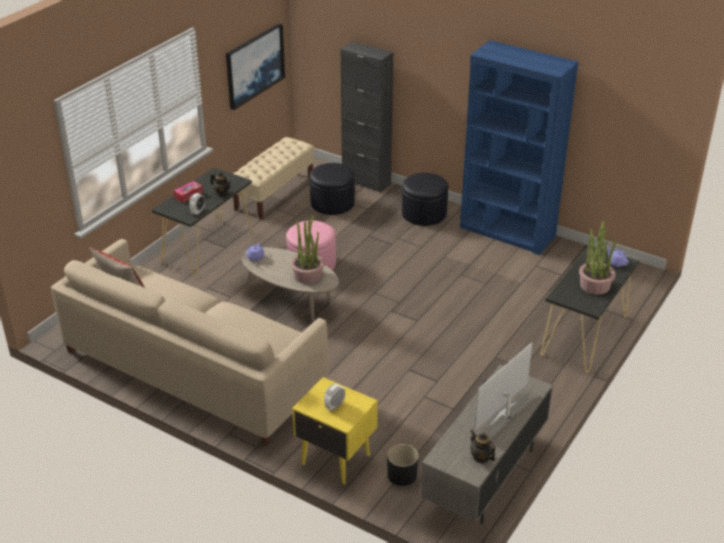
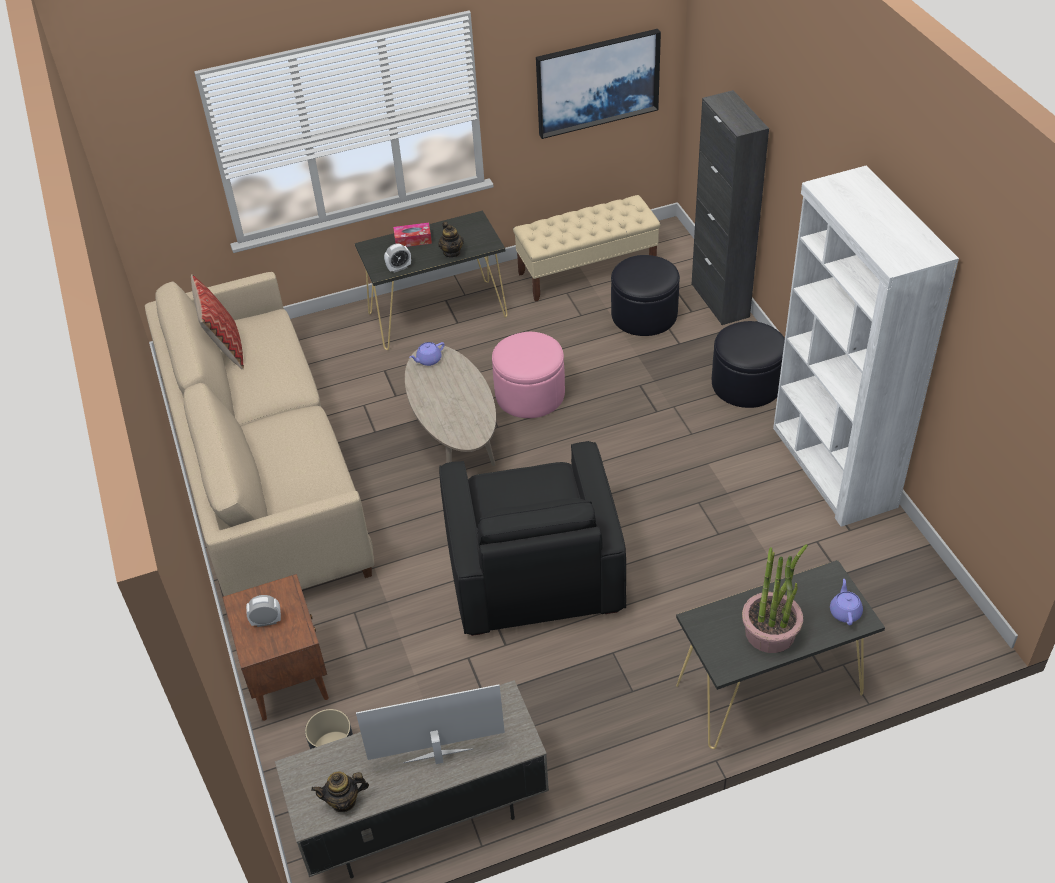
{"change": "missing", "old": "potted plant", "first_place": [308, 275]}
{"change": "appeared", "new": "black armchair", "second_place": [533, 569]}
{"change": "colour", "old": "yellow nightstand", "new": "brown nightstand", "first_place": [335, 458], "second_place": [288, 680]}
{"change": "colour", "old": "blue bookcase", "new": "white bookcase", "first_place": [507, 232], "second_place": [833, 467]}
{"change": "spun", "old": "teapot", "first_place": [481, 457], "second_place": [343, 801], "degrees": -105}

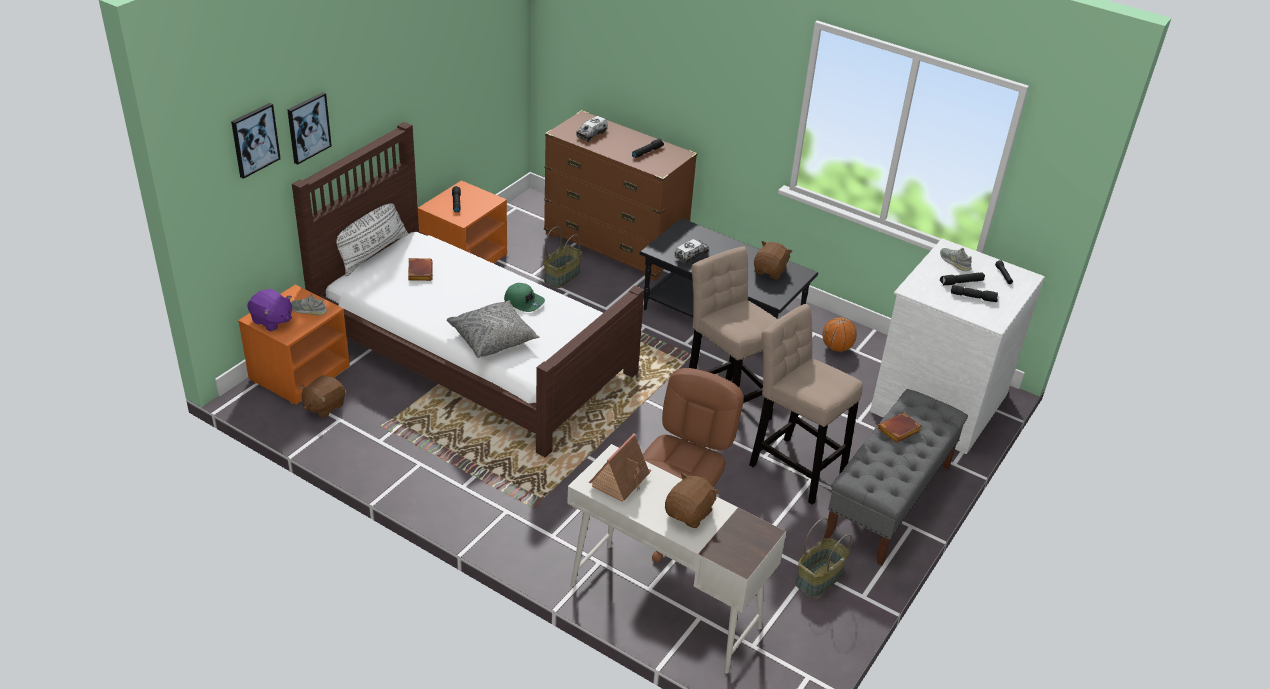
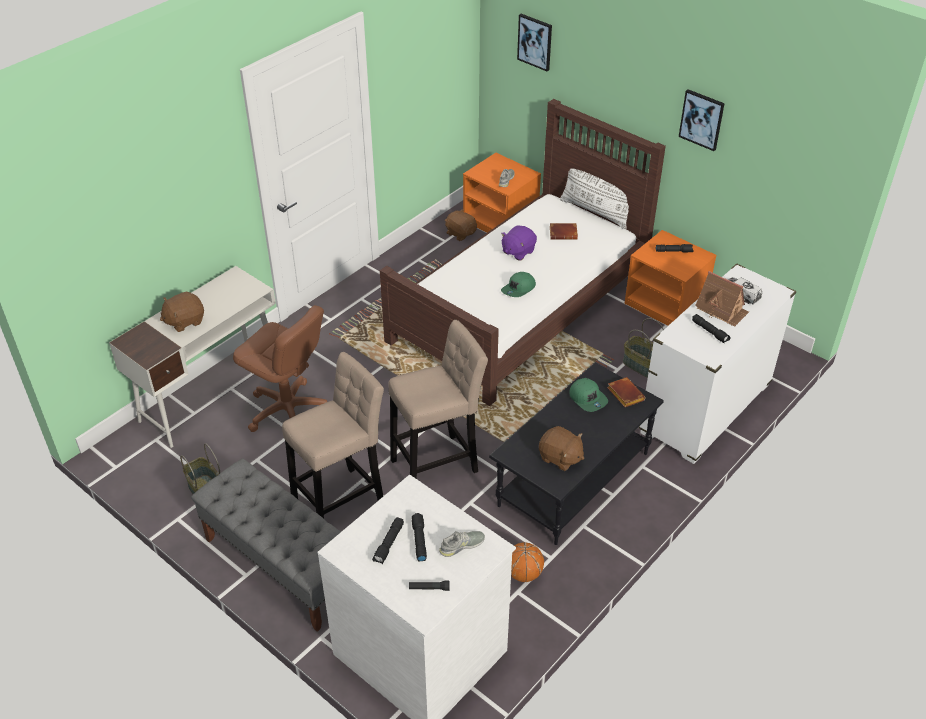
{"change": "missing", "old": "grey pillow", "first_place": [493, 338]}
{"change": "relocated", "old": "purple plush toy", "first_place": [272, 321], "second_place": [518, 251]}
{"change": "relocated", "old": "picture", "first_place": [308, 127], "second_place": [702, 119]}
{"change": "relocated", "old": "toy house", "first_place": [621, 479], "second_place": [721, 309]}
{"change": "relocated", "old": "brown book", "first_place": [899, 431], "second_place": [624, 394]}
{"change": "exchanged", "old": "toy truck", "new": "green cap", "first_place": [691, 255], "second_place": [588, 398]}
{"change": "colour", "old": "brown dresser", "new": "white dresser", "first_place": [615, 245], "second_place": [705, 409]}
{"change": "spun", "old": "brown plush toy", "first_place": [689, 513], "second_place": [184, 321], "degrees": 105}

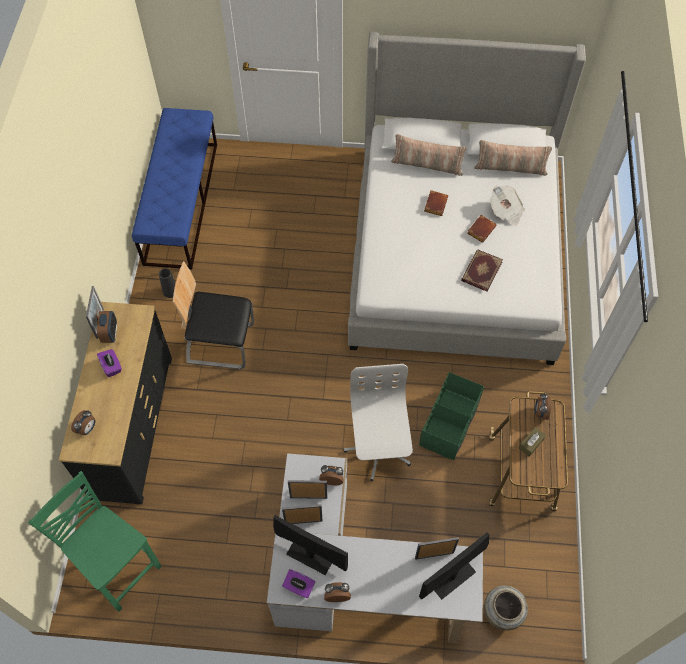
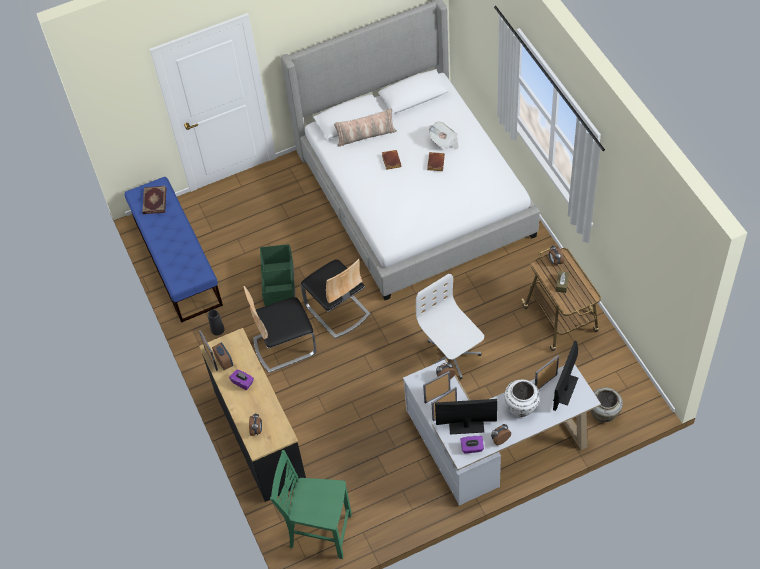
{"change": "missing", "old": "pillow", "first_place": [510, 167]}
{"change": "appeared", "new": "chair", "second_place": [337, 310]}
{"change": "appeared", "new": "white vase", "second_place": [521, 407]}
{"change": "relocated", "old": "green storage box", "first_place": [449, 423], "second_place": [279, 285]}
{"change": "relocated", "old": "book", "first_place": [481, 271], "second_place": [154, 201]}

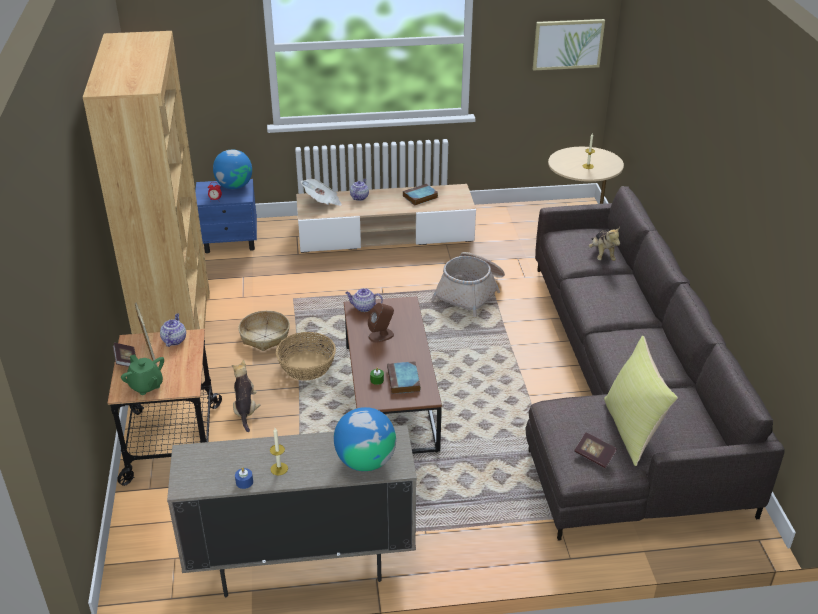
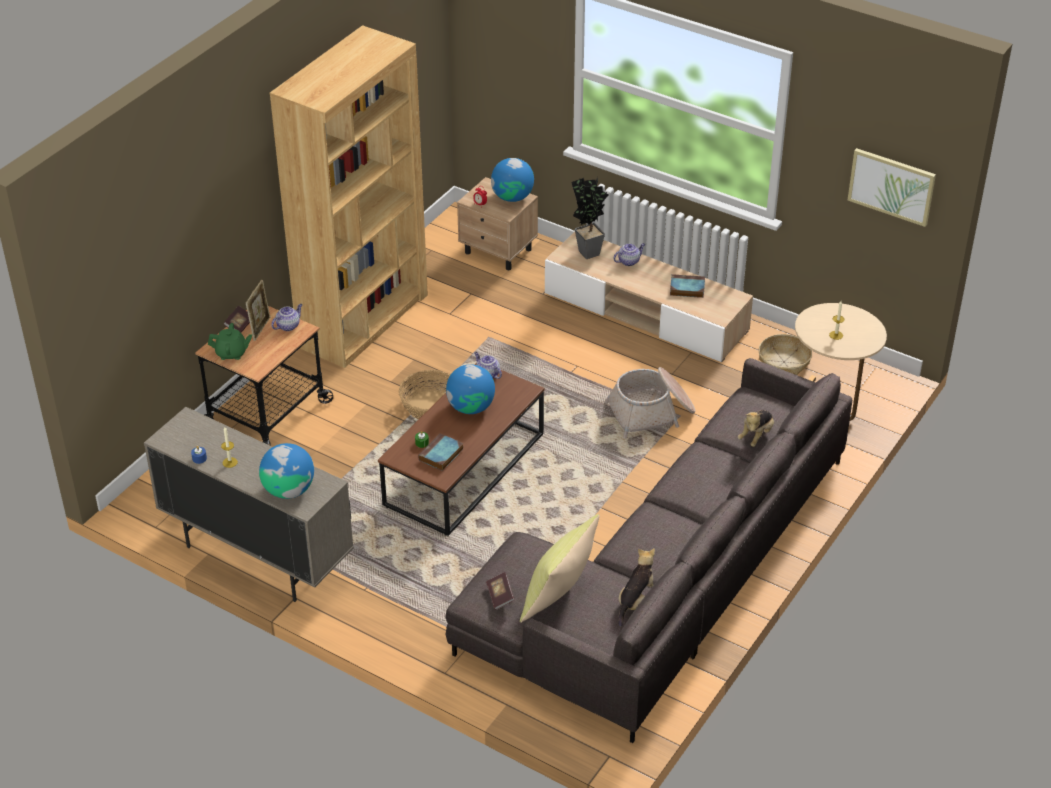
{"change": "relocated", "old": "plush toy", "first_place": [245, 410], "second_place": [636, 601]}
{"change": "relocated", "old": "basket", "first_place": [265, 336], "second_place": [783, 362]}
{"change": "exchanged", "old": "newspaper", "new": "potted plant", "first_place": [322, 202], "second_place": [589, 250]}
{"change": "exchanged", "old": "brown speaker", "new": "globe", "first_place": [381, 335], "second_place": [471, 407]}
{"change": "colour", "old": "blue nightstand", "new": "beige nightstand", "first_place": [231, 241], "second_place": [498, 251]}
{"change": "spun", "old": "green teapot", "first_place": [146, 386], "second_place": [231, 353], "degrees": -90}

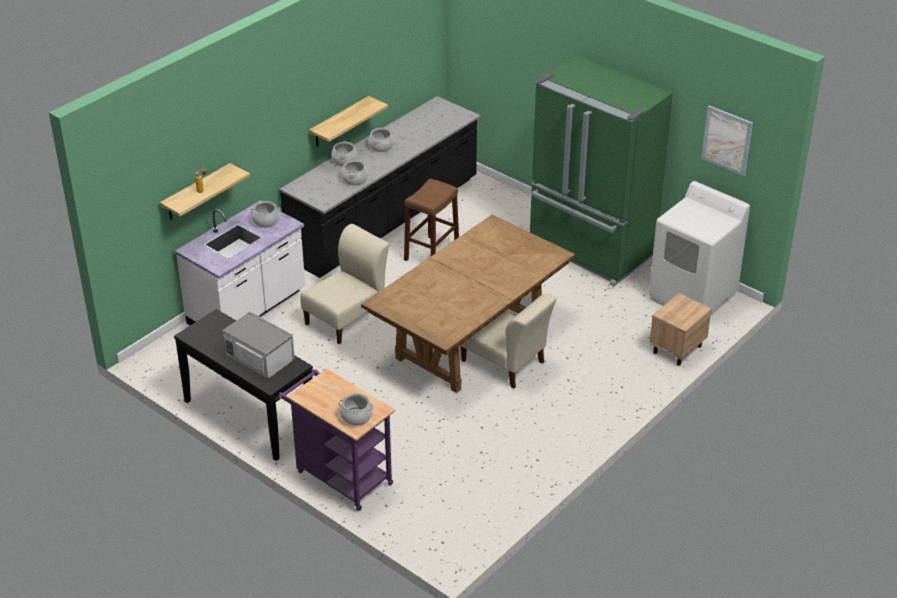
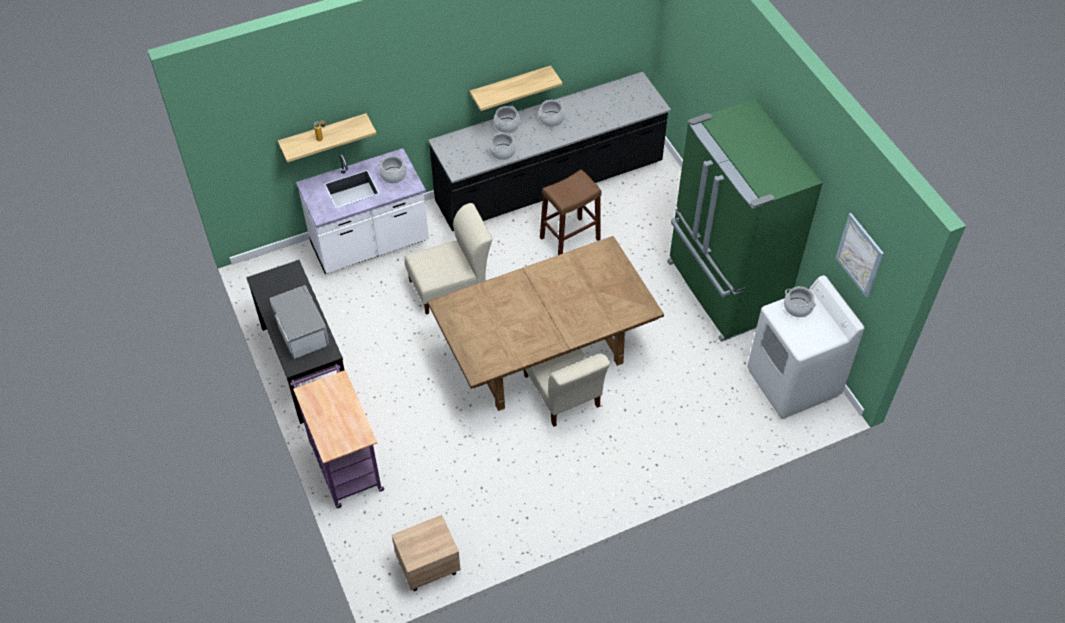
{"change": "relocated", "old": "cooking pot", "first_place": [356, 417], "second_place": [797, 307]}
{"change": "relocated", "old": "beige nightstand", "first_place": [676, 349], "second_place": [427, 567]}

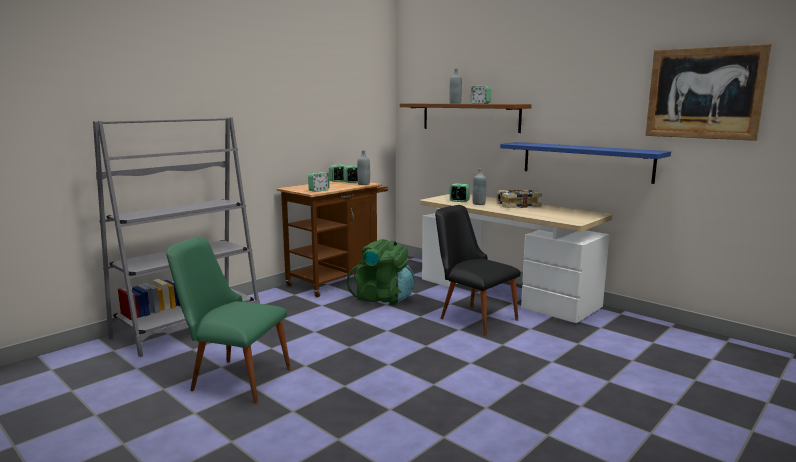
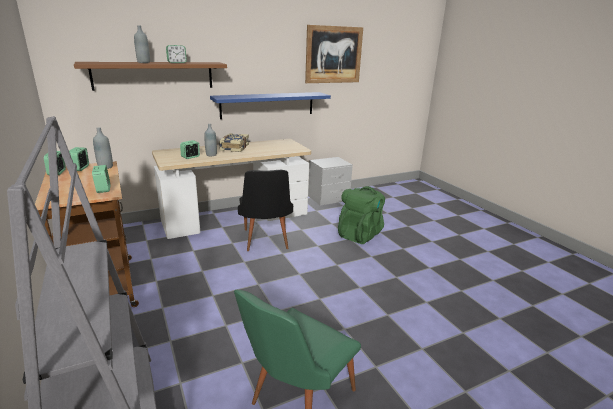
{"change": "appeared", "new": "grey nightstand", "second_place": [328, 198]}
{"change": "relocated", "old": "green backpack", "first_place": [383, 298], "second_place": [360, 234]}
{"change": "spun", "old": "black chair", "first_place": [473, 317], "second_place": [265, 242], "degrees": -75}

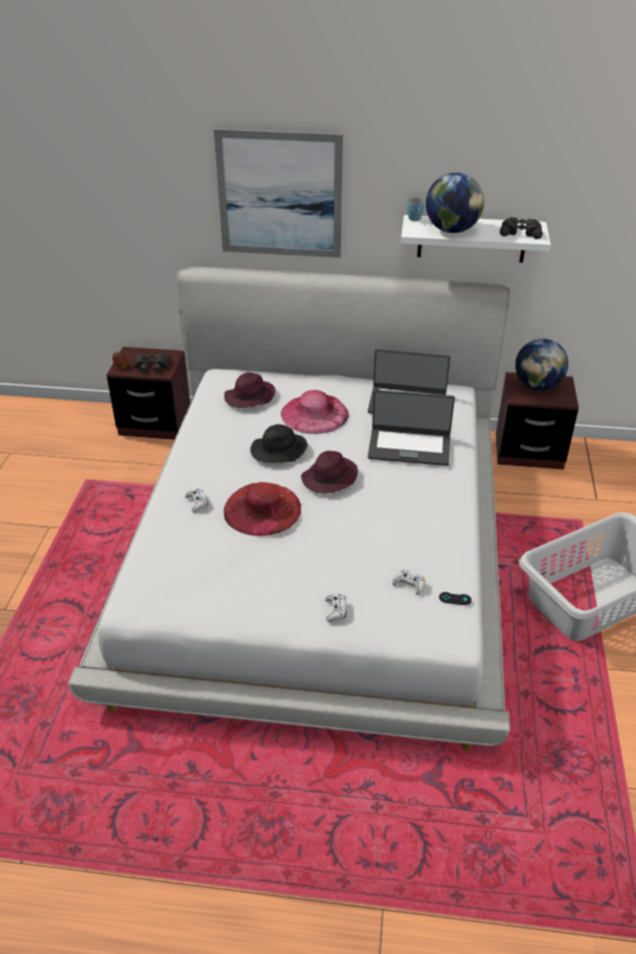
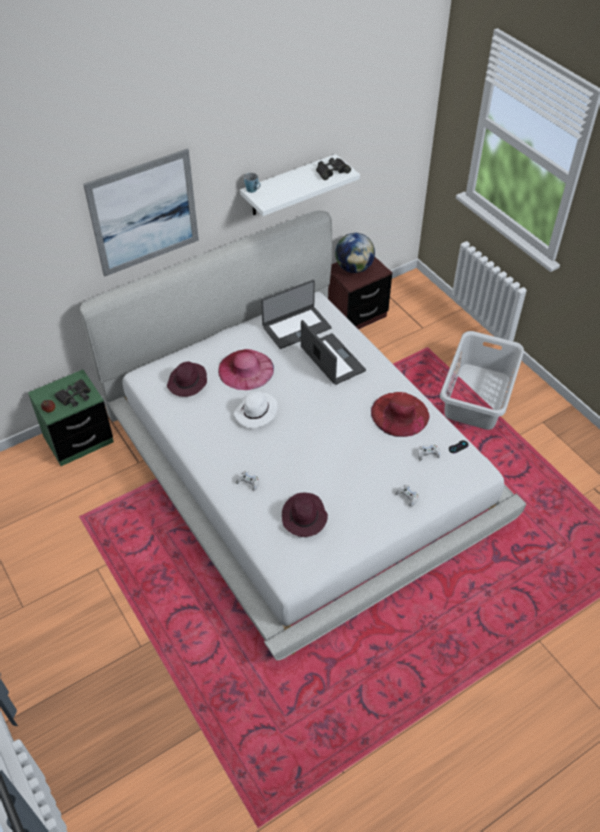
{"change": "missing", "old": "globe", "first_place": [451, 230]}
{"change": "relocated", "old": "red hat", "first_place": [262, 509], "second_place": [400, 414]}
{"change": "relocated", "old": "purple hat", "first_place": [329, 479], "second_place": [304, 517]}
{"change": "colour", "old": "brown nightstand", "new": "green nightstand", "first_place": [155, 424], "second_place": [78, 440]}
{"change": "colour", "old": "black hat", "new": "white hat", "first_place": [278, 451], "second_place": [256, 413]}
{"change": "spun", "old": "laptop", "first_place": [409, 446], "second_place": [332, 360], "degrees": -90}

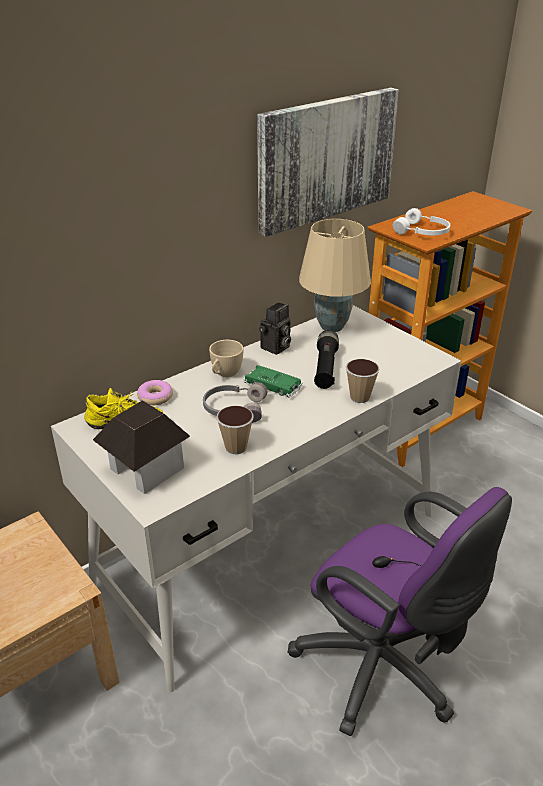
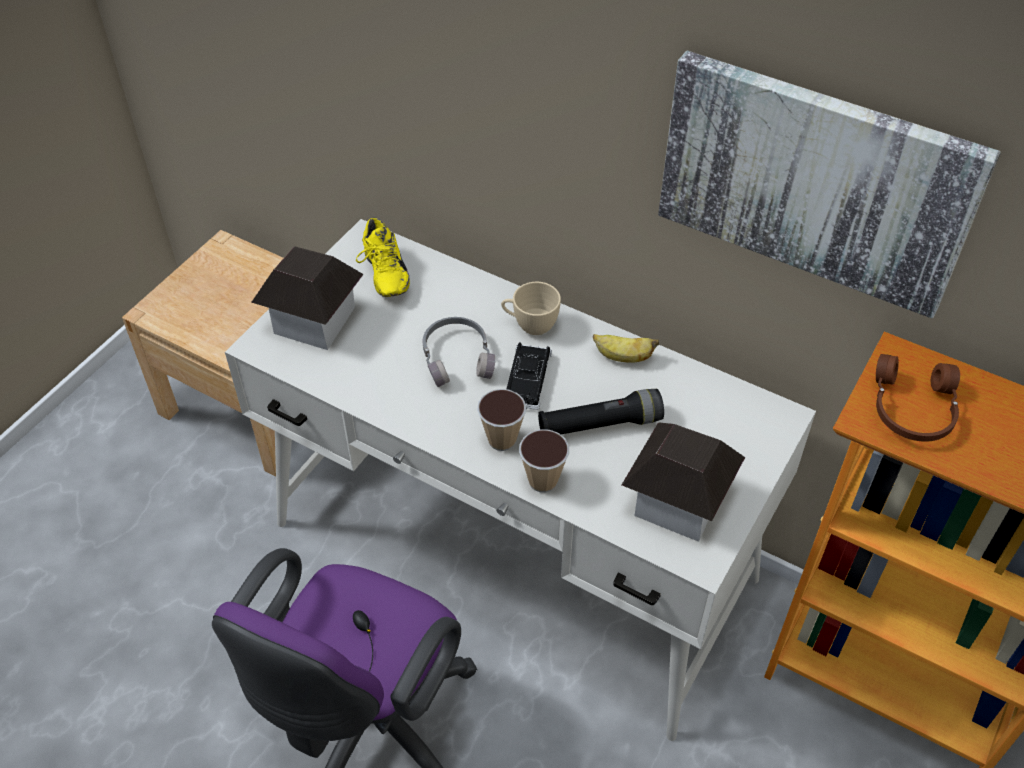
{"change": "missing", "old": "donut", "first_place": [155, 397]}
{"change": "missing", "old": "beige table lamp", "first_place": [331, 327]}
{"change": "appeared", "new": "toy house", "second_place": [678, 501]}
{"change": "relocated", "old": "cup", "first_place": [236, 447], "second_place": [502, 440]}
{"change": "exchanged", "old": "photo camera", "new": "banana", "first_place": [275, 348], "second_place": [622, 357]}
{"change": "colour", "old": "green toy car", "new": "black toy car", "first_place": [272, 385], "second_place": [527, 380]}
{"change": "colour", "old": "white headphones", "new": "brown headphones", "first_place": [422, 232], "second_place": [911, 409]}

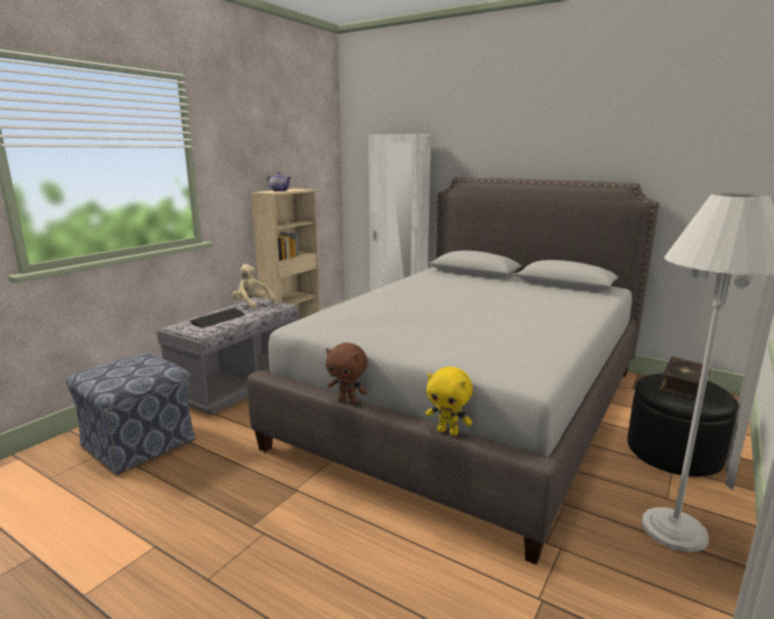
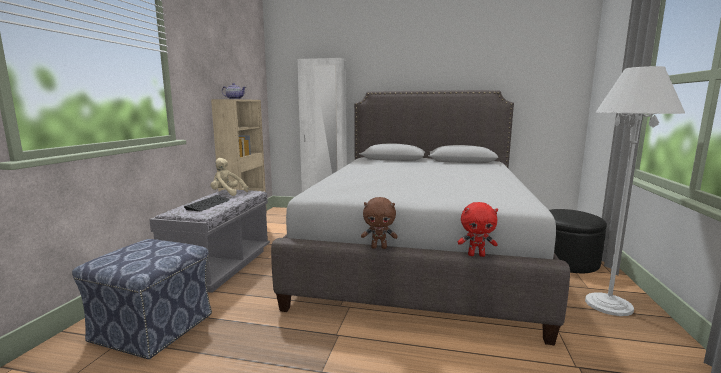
{"change": "missing", "old": "book", "first_place": [682, 384]}
{"change": "colour", "old": "yellow plush toy", "new": "red plush toy", "first_place": [448, 432], "second_place": [476, 255]}

